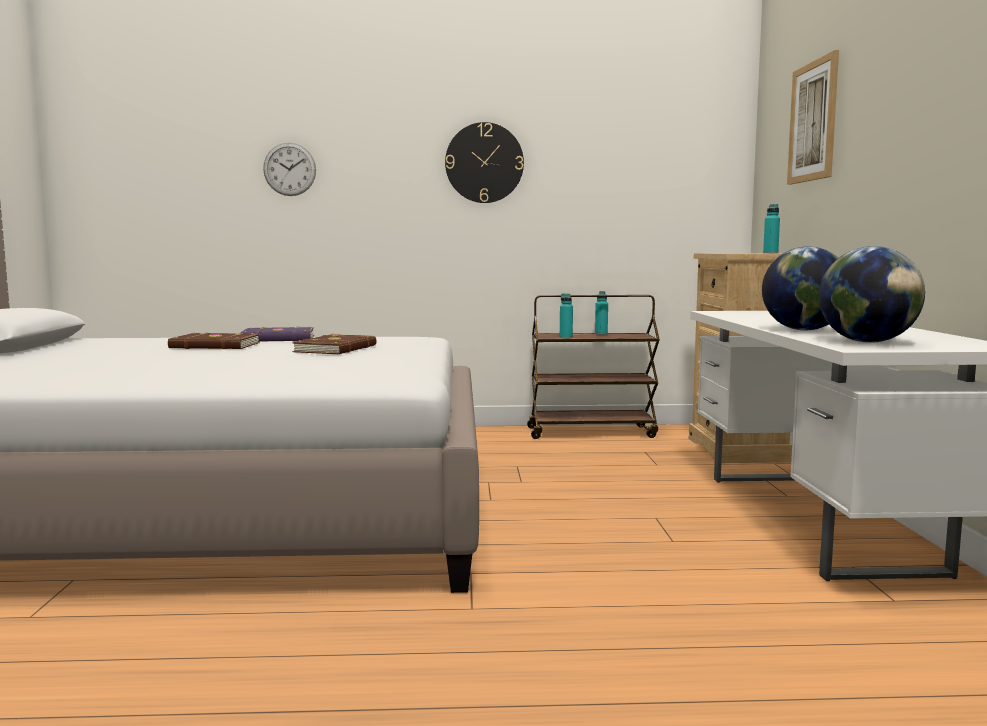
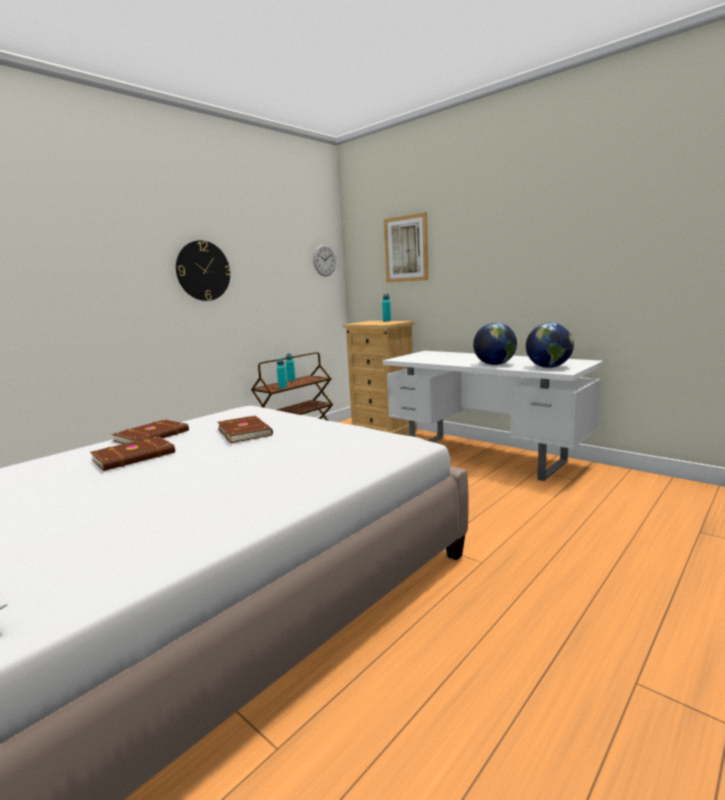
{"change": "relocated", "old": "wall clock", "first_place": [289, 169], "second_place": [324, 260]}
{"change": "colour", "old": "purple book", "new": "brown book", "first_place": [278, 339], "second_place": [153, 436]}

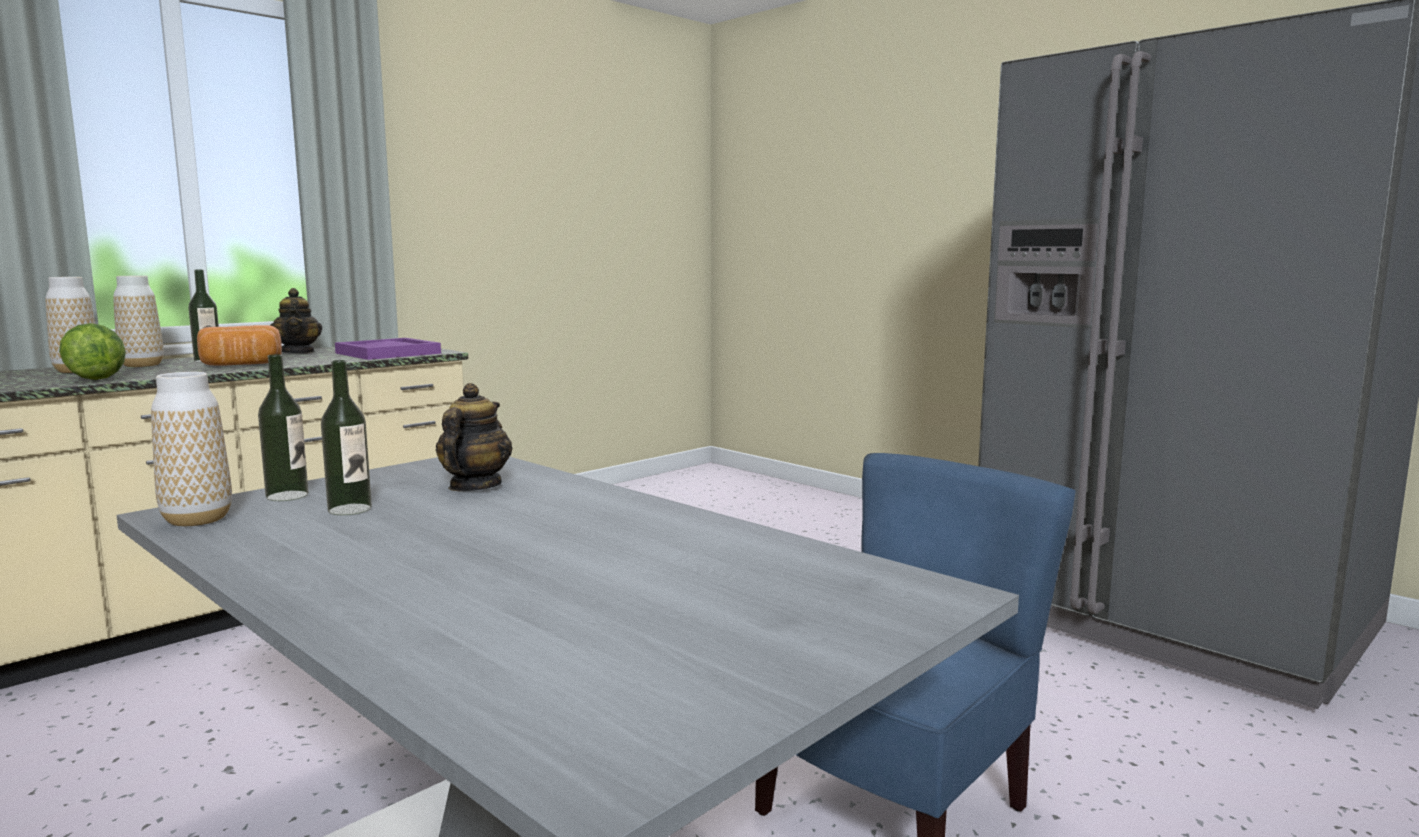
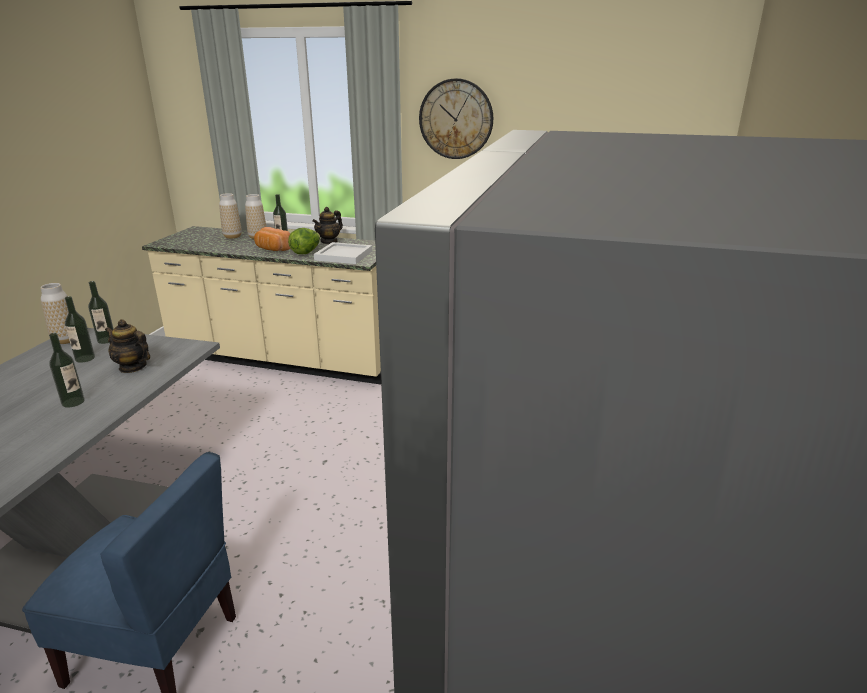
{"change": "appeared", "new": "bottle", "second_place": [73, 402]}
{"change": "appeared", "new": "wall clock", "second_place": [456, 119]}
{"change": "relocated", "old": "lettuce", "first_place": [95, 378], "second_place": [306, 252]}
{"change": "colour", "old": "purple tray", "new": "white tray", "first_place": [389, 353], "second_place": [344, 255]}
{"change": "spun", "old": "teapot", "first_place": [474, 486], "second_place": [132, 367], "degrees": -135}

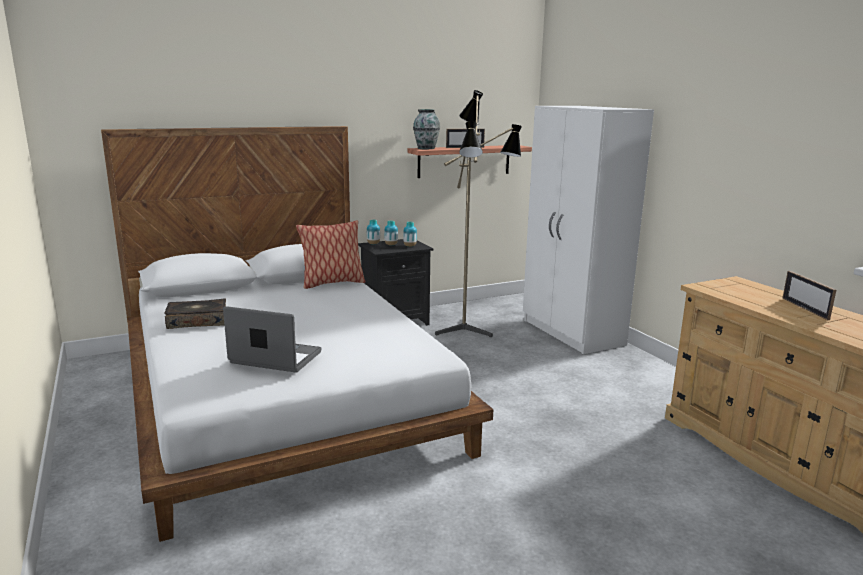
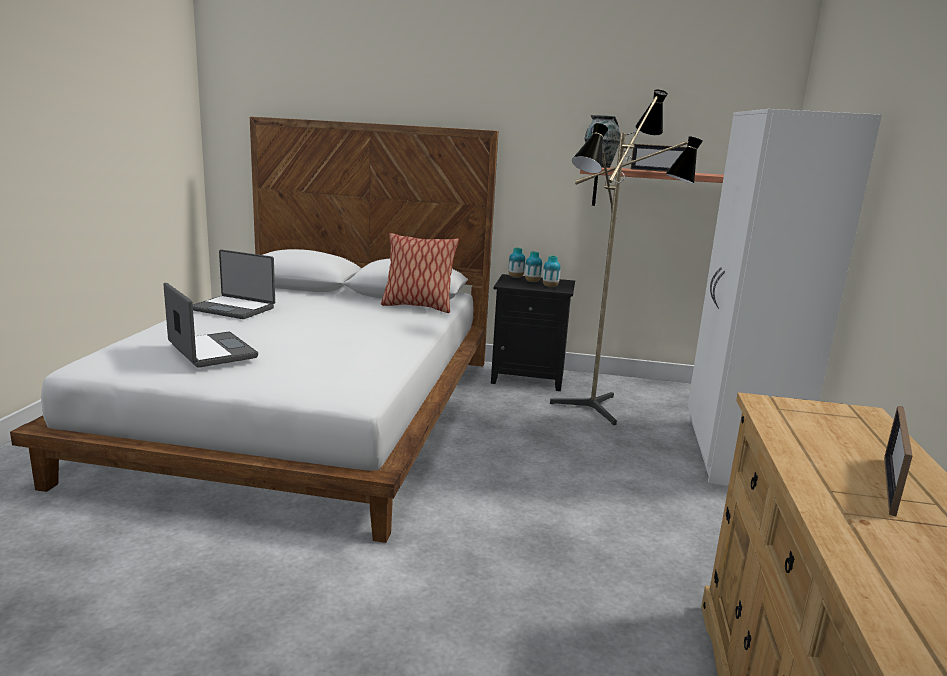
{"change": "exchanged", "old": "book", "new": "laptop", "first_place": [198, 321], "second_place": [234, 308]}

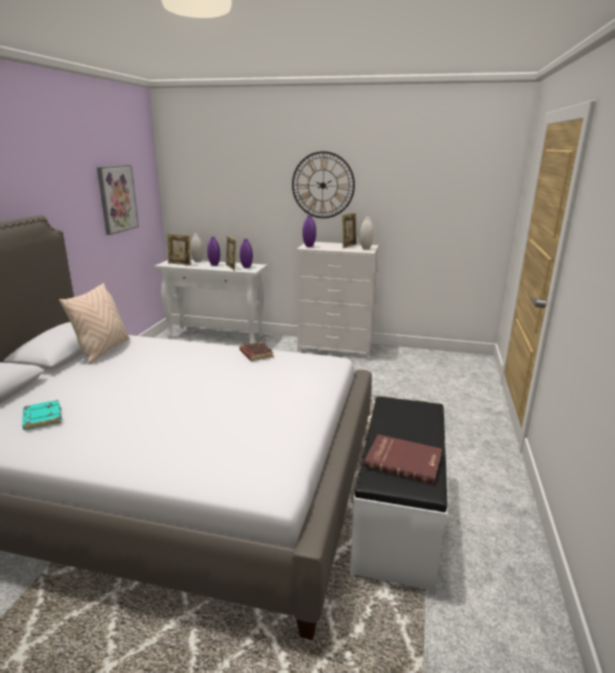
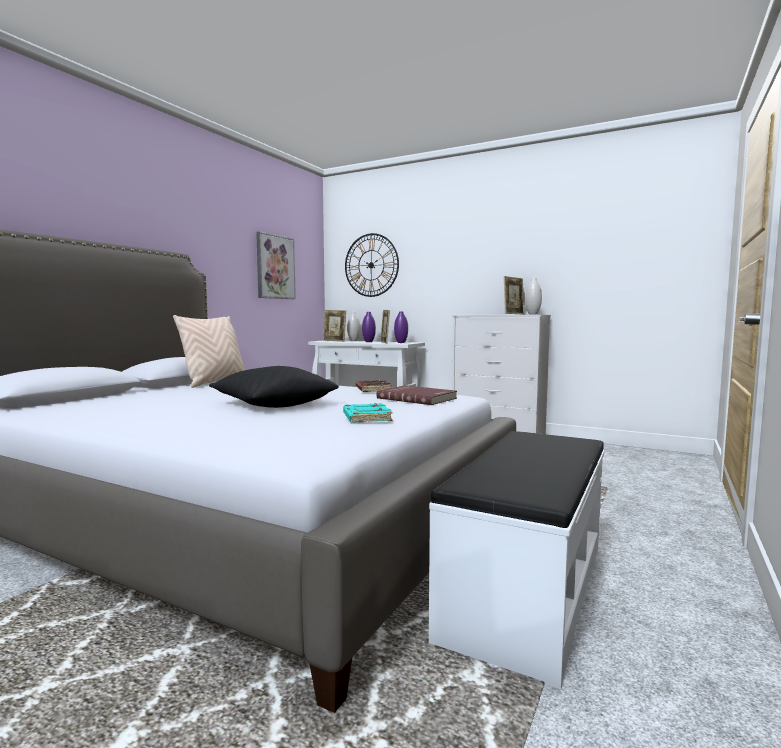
{"change": "missing", "old": "purple vase", "first_place": [309, 246]}
{"change": "appeared", "new": "black pillow", "second_place": [273, 404]}
{"change": "relocated", "old": "turquoise book", "first_place": [41, 418], "second_place": [366, 418]}
{"change": "relocated", "old": "wall clock", "first_place": [323, 185], "second_place": [371, 265]}
{"change": "relocated", "old": "red book", "first_place": [403, 460], "second_place": [417, 398]}

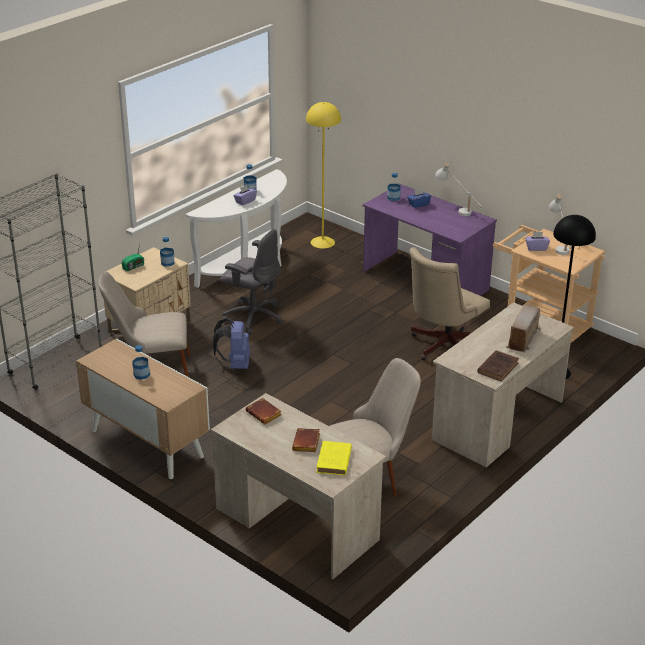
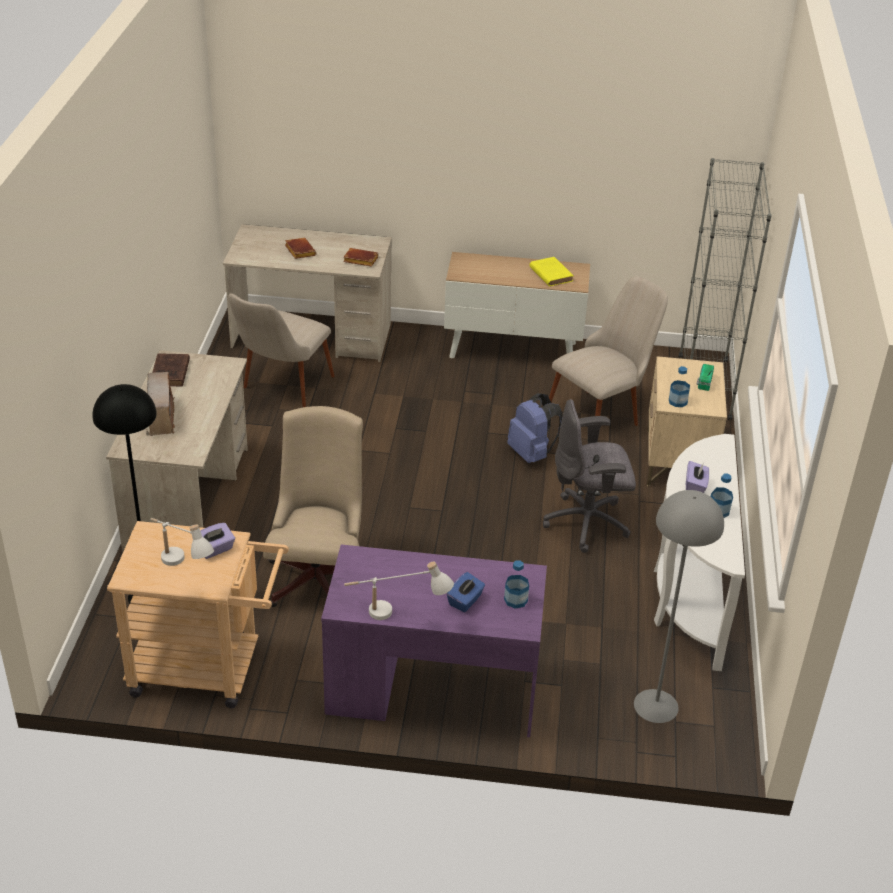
{"change": "missing", "old": "bottle", "first_place": [141, 374]}
{"change": "relocated", "old": "yellow book", "first_place": [334, 461], "second_place": [550, 274]}
{"change": "colour", "old": "yellow floor lamp", "new": "grey floor lamp", "first_place": [322, 242], "second_place": [656, 706]}

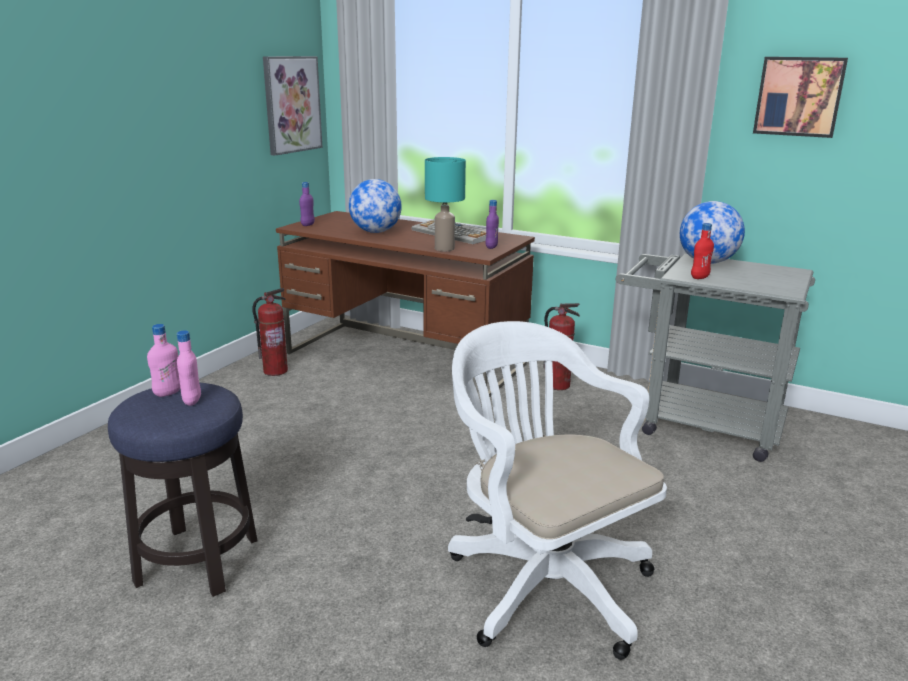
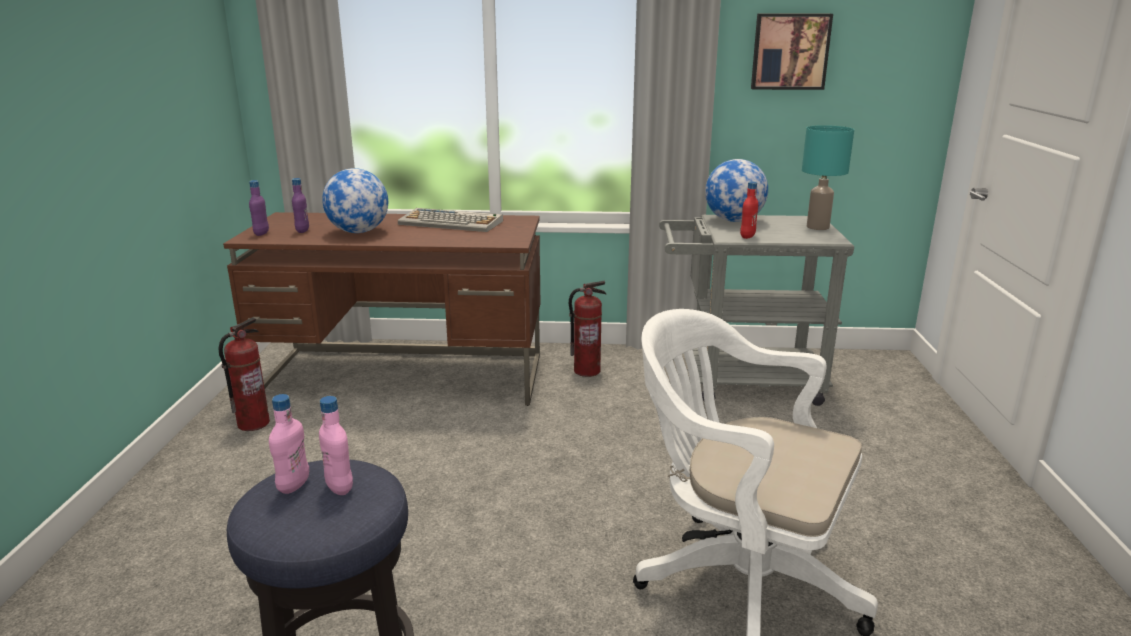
{"change": "missing", "old": "picture", "first_place": [292, 104]}
{"change": "relocated", "old": "turquoise table lamp", "first_place": [444, 249], "second_place": [818, 227]}
{"change": "relocated", "old": "purple bottle", "first_place": [491, 247], "second_place": [302, 231]}

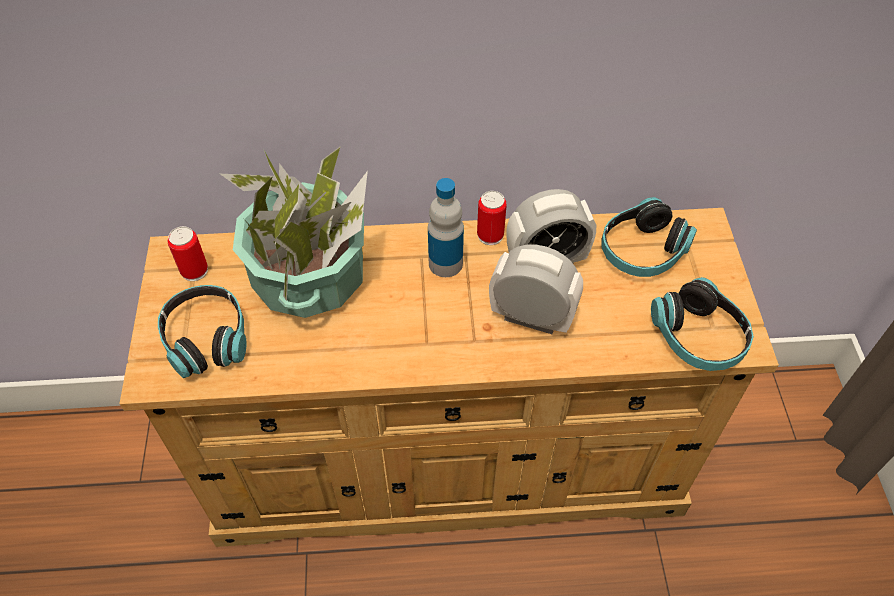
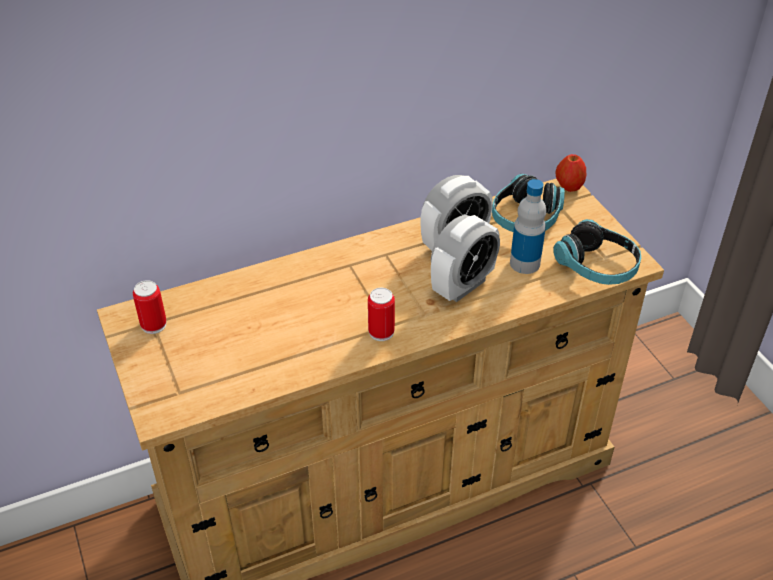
{"change": "missing", "old": "headphones", "first_place": [207, 339]}
{"change": "missing", "old": "potted plant", "first_place": [309, 277]}
{"change": "appeared", "new": "apple", "second_place": [569, 187]}
{"change": "relocated", "old": "bottle", "first_place": [445, 263], "second_place": [525, 263]}
{"change": "relocated", "old": "can", "first_place": [490, 235], "second_place": [381, 332]}
{"change": "spun", "old": "alarm clock", "first_place": [531, 317], "second_place": [462, 286], "degrees": 135}

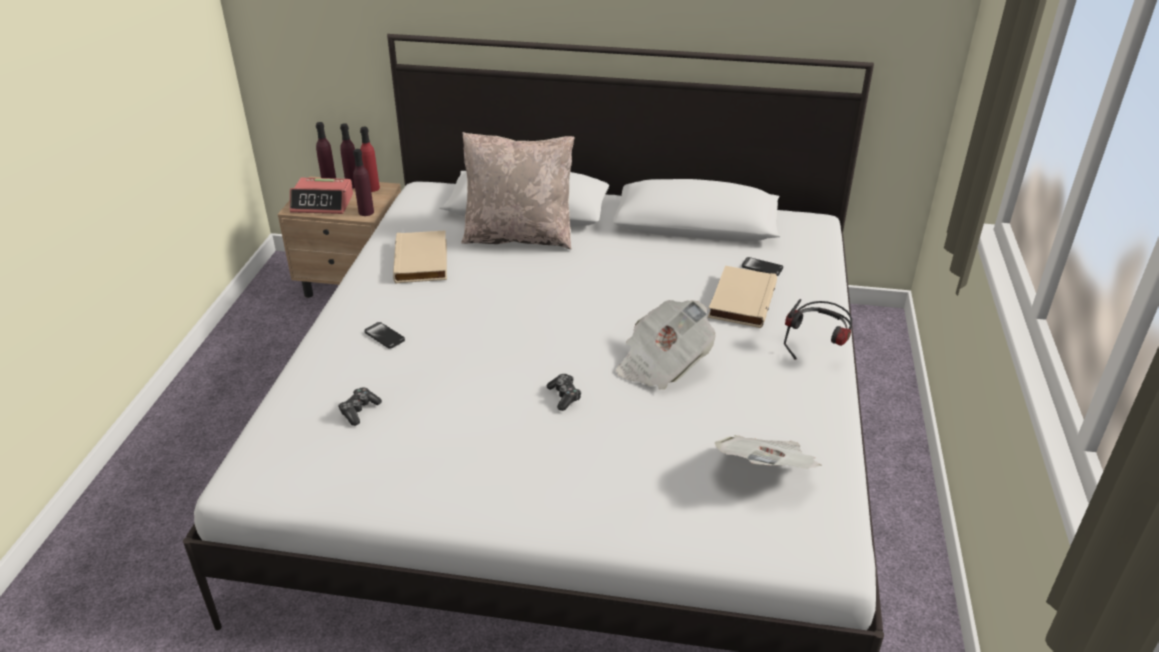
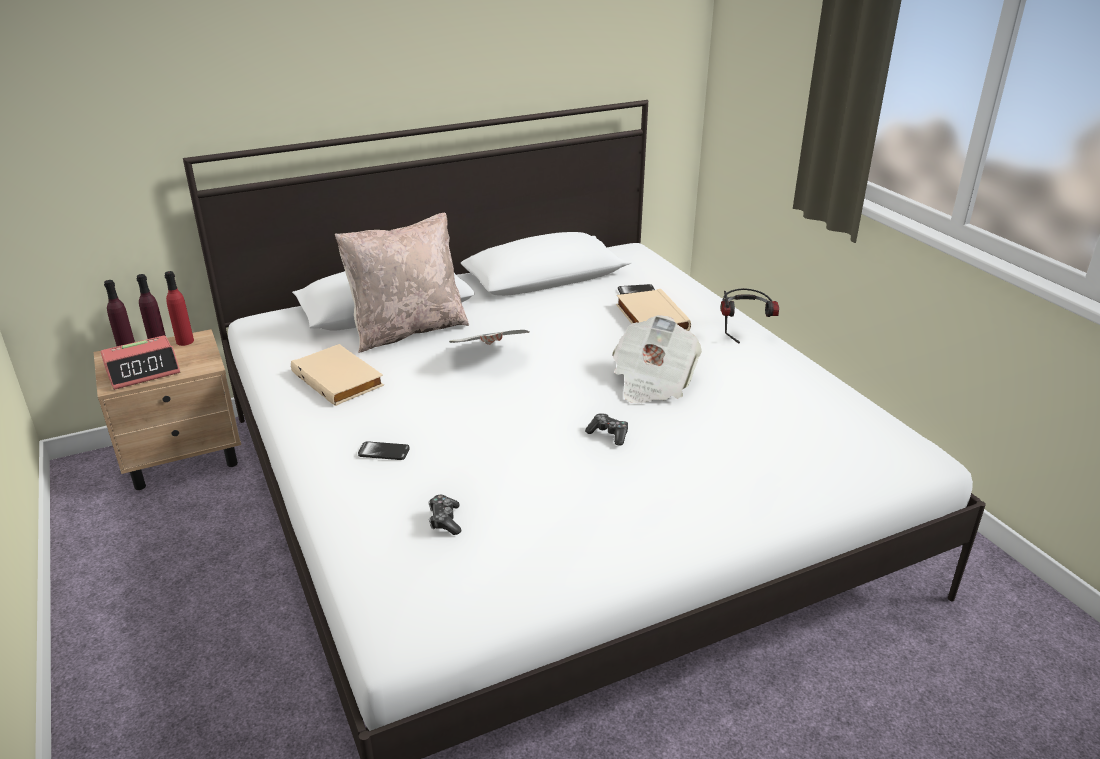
{"change": "missing", "old": "purple bottle", "first_place": [366, 212]}
{"change": "relocated", "old": "newspaper", "first_place": [766, 472], "second_place": [489, 356]}

